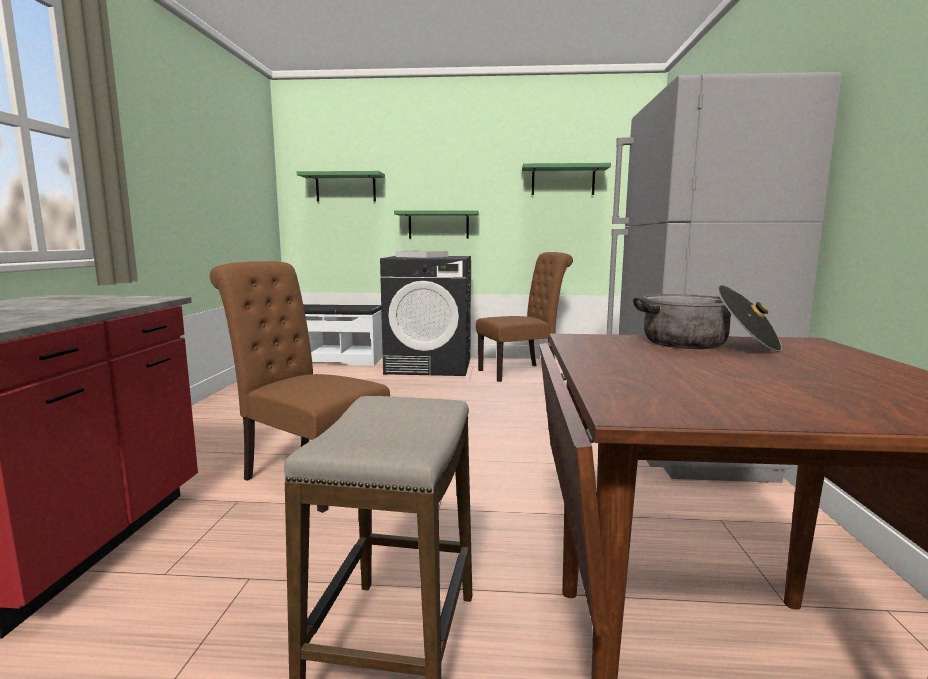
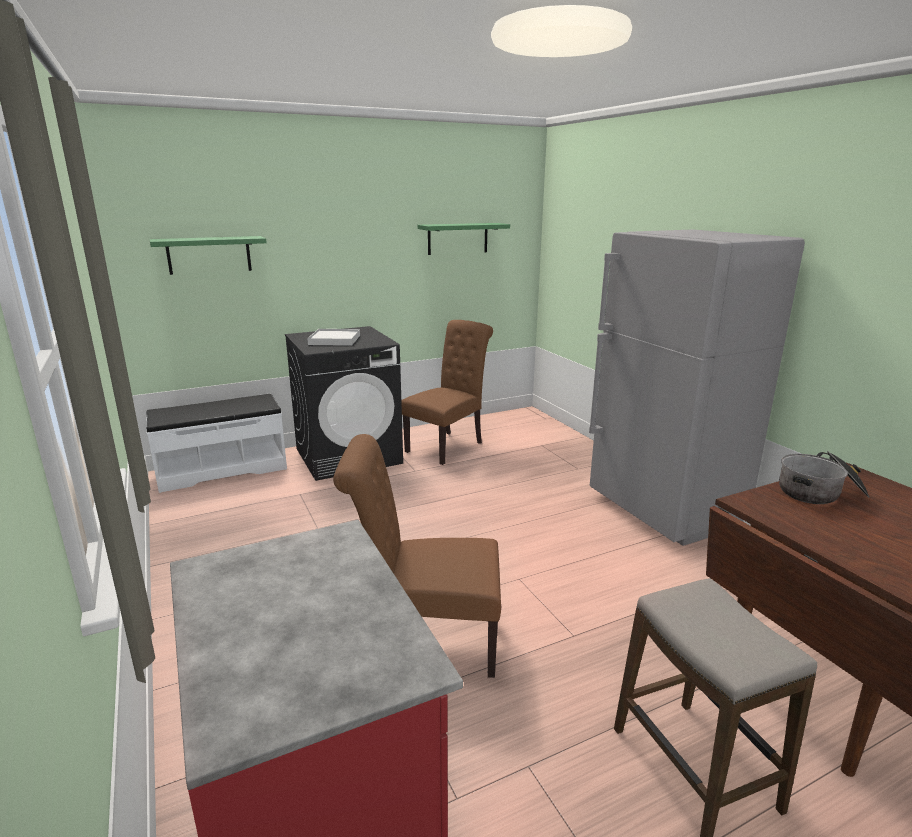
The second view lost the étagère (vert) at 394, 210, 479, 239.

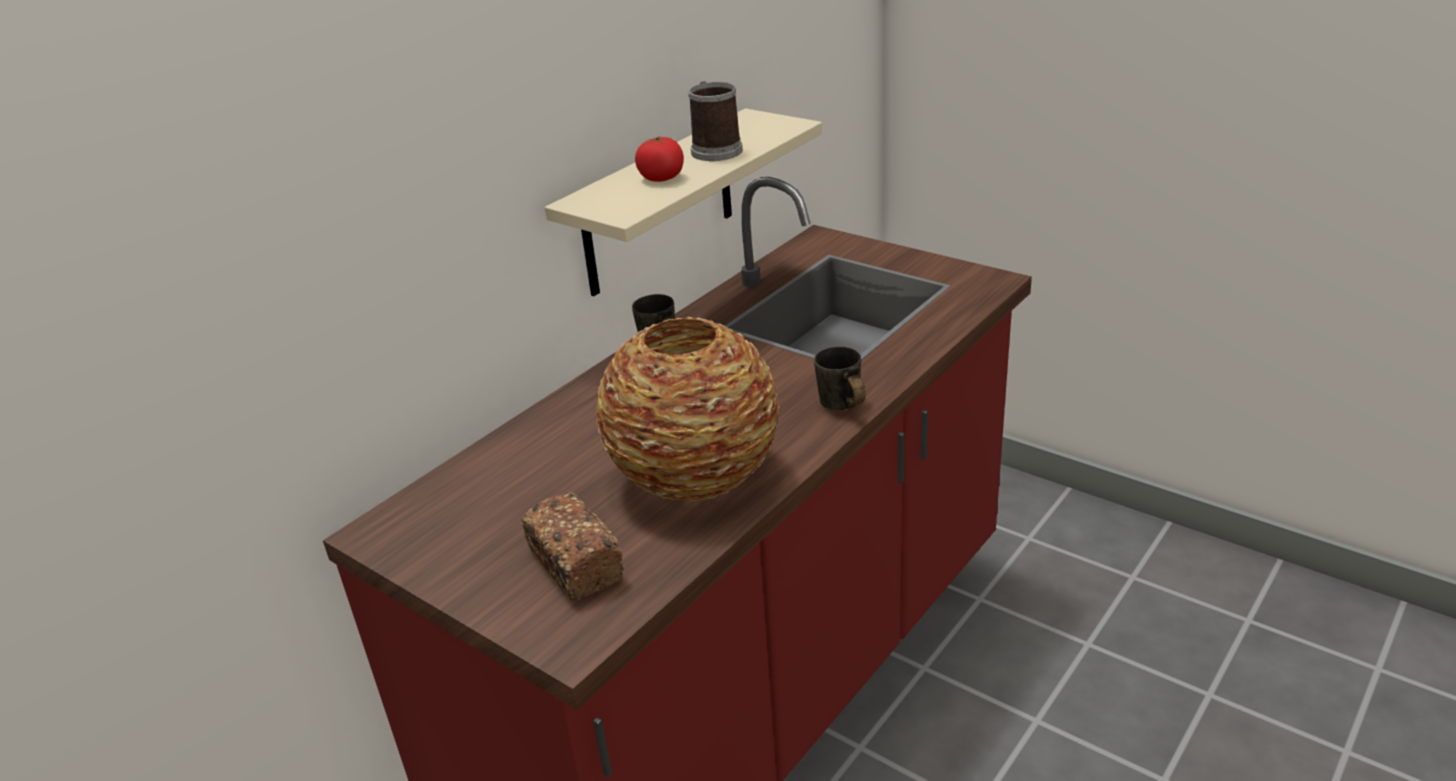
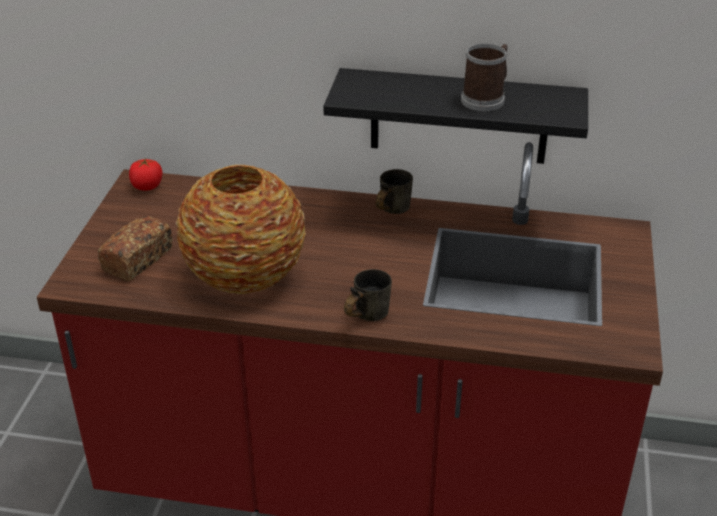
What was the étagère (beige) at 545, 109, 822, 296 turned into the étagère (noir) at 323, 68, 588, 164. The tomate ended up elsewhere, having gone from 635, 136, 684, 182 to 129, 158, 163, 191.

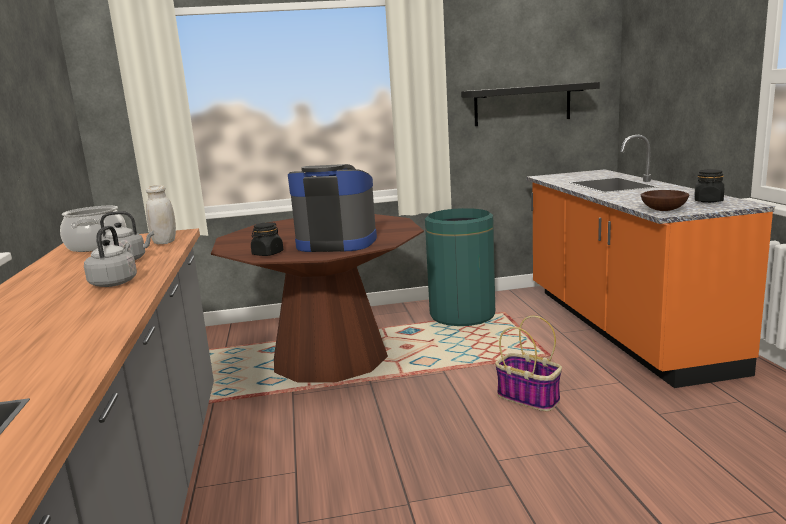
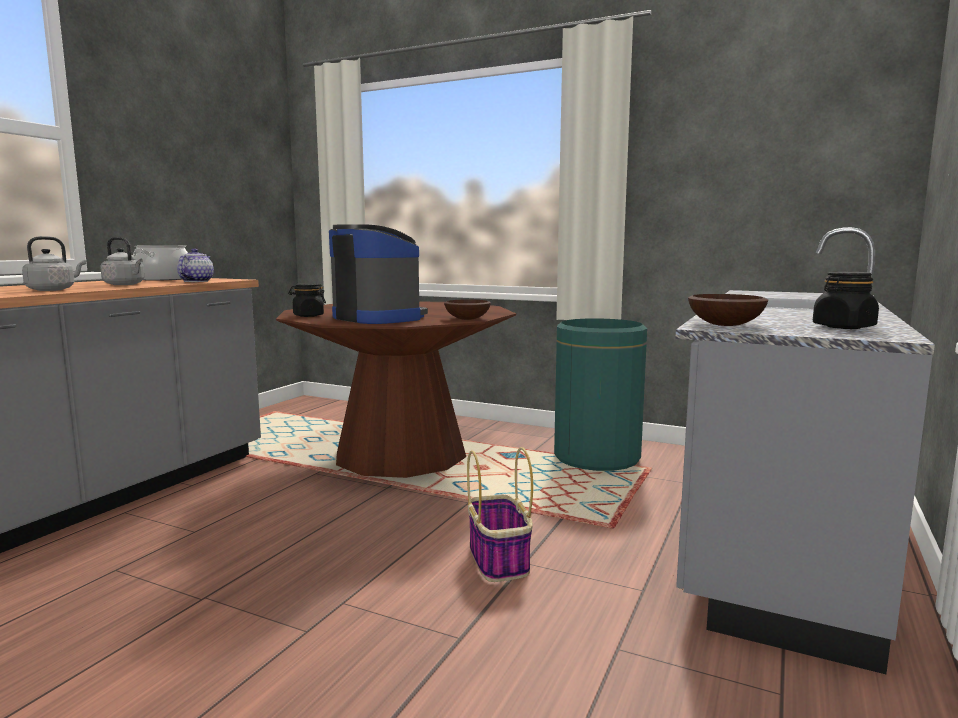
The second view lost the étagère (noir) at 461, 82, 600, 126. What was the comptoir de cuisine (orange) at 526, 135, 775, 388 turned into the comptoir de cuisine (gris) at 675, 227, 935, 674. Where the bocal (blanc) stood at 146, 185, 176, 244, the théière came to stand at 177, 249, 214, 282. The second view gained the bol (marron) at 444, 299, 491, 320.

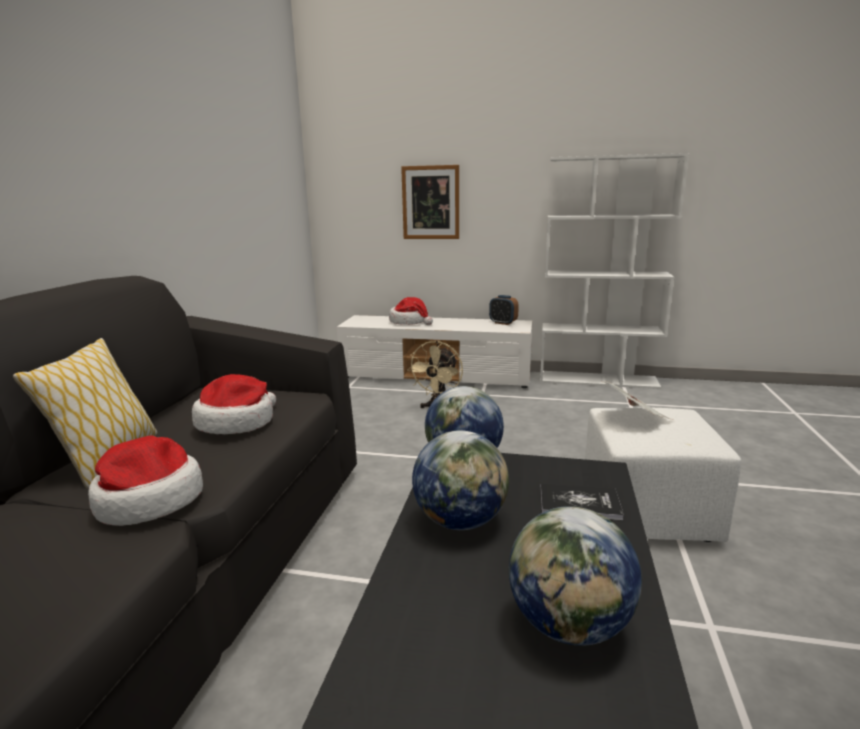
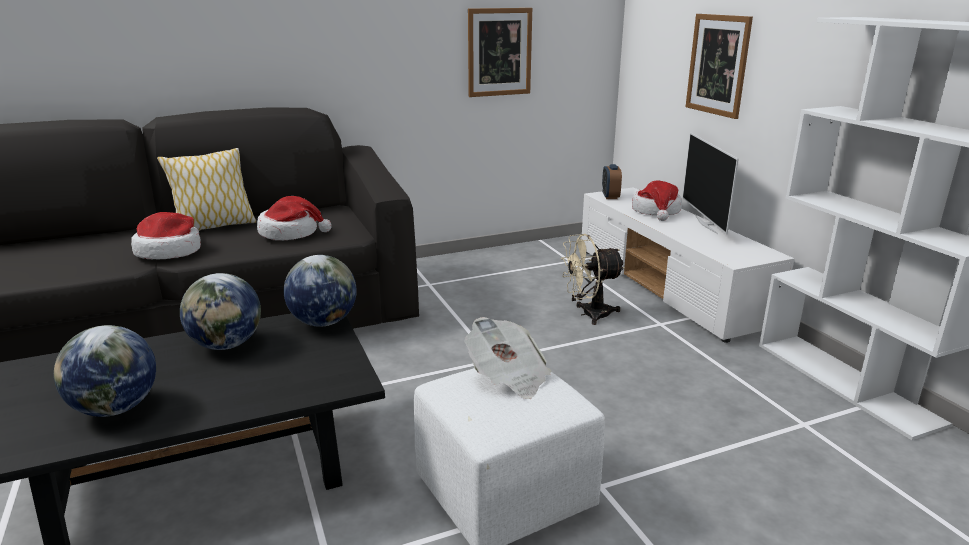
The réveil ended up elsewhere, having gone from 489, 295, 519, 325 to 602, 164, 622, 199. The second view lost the livre at 540, 484, 624, 520. The second view gained the tableau at 468, 8, 532, 97. The second view gained the téléviseur at 682, 133, 739, 234.

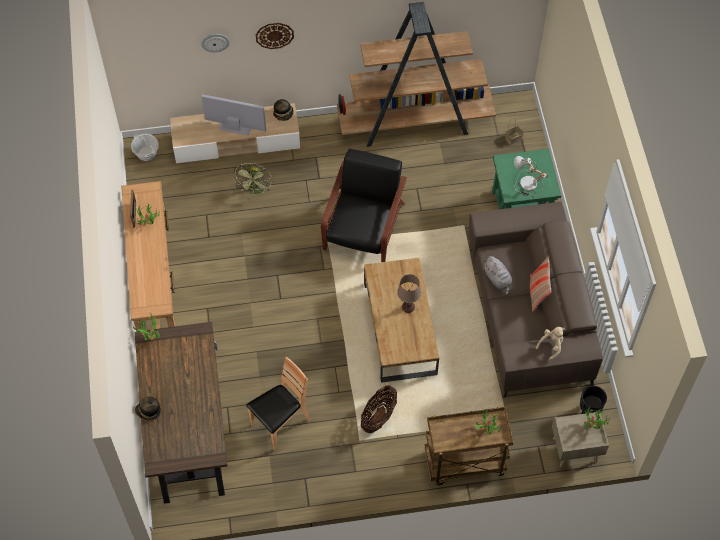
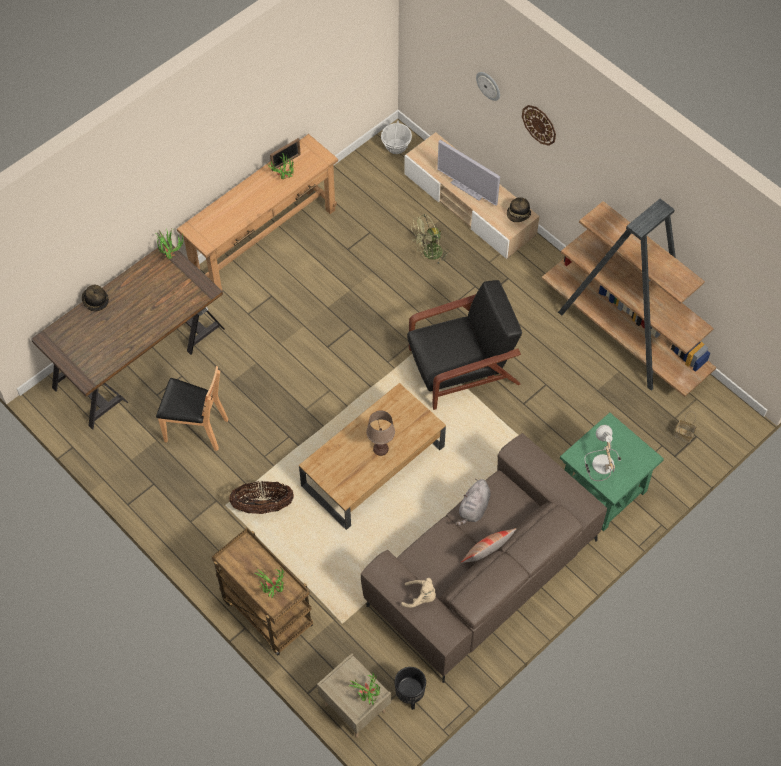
The téléviseur at 201, 94, 266, 136 ended up facing another way, 150 degrees clockwise from before.

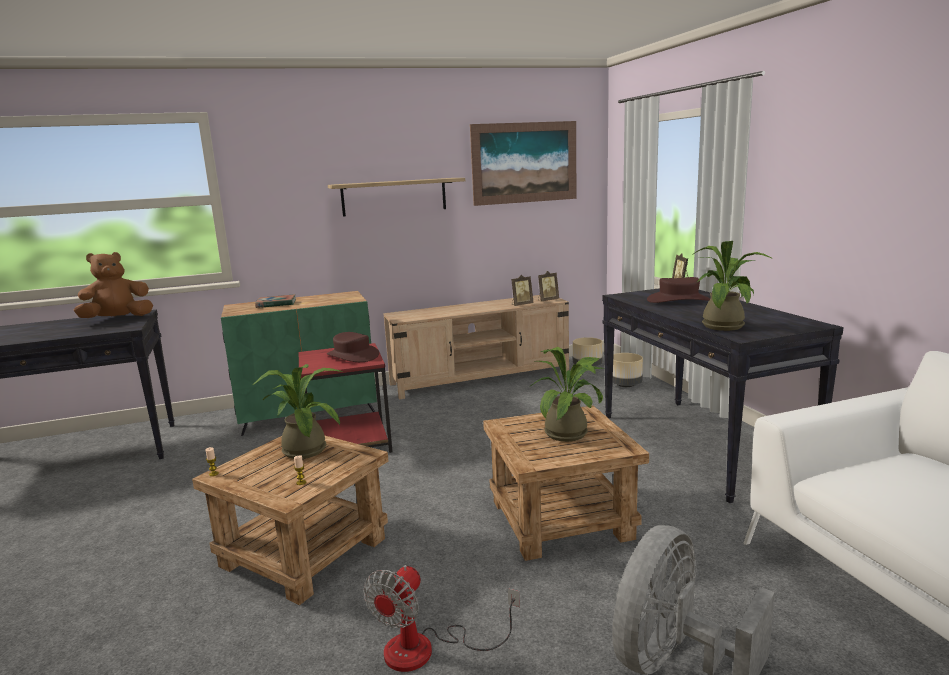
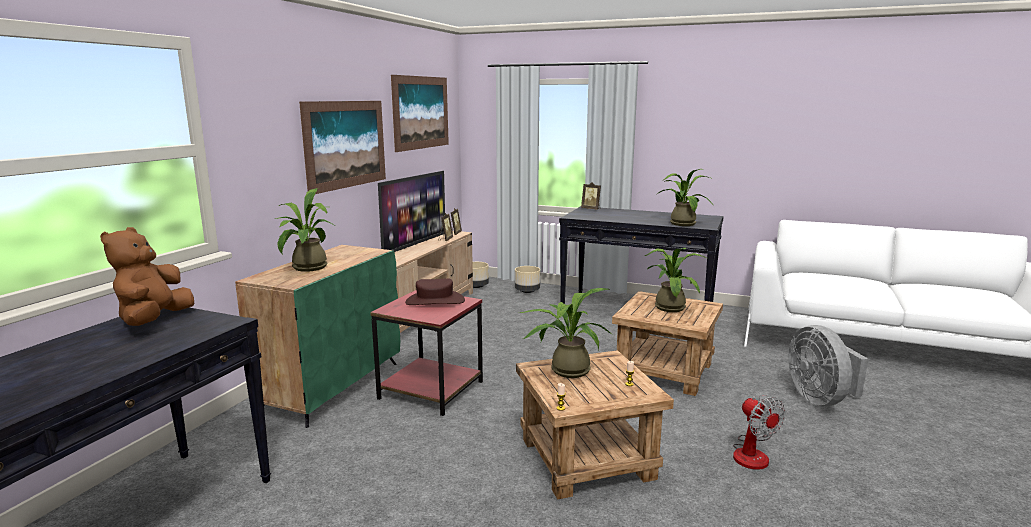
Where the étagère hung at 328, 178, 465, 217, the tableau came to hang at 299, 101, 386, 194. The second view lost the chapeau (marron) at 647, 277, 710, 303. Where the livre stood at 255, 294, 296, 308, the plante en pot came to stand at 275, 188, 334, 272. The second view gained the téléviseur at 378, 171, 445, 252.

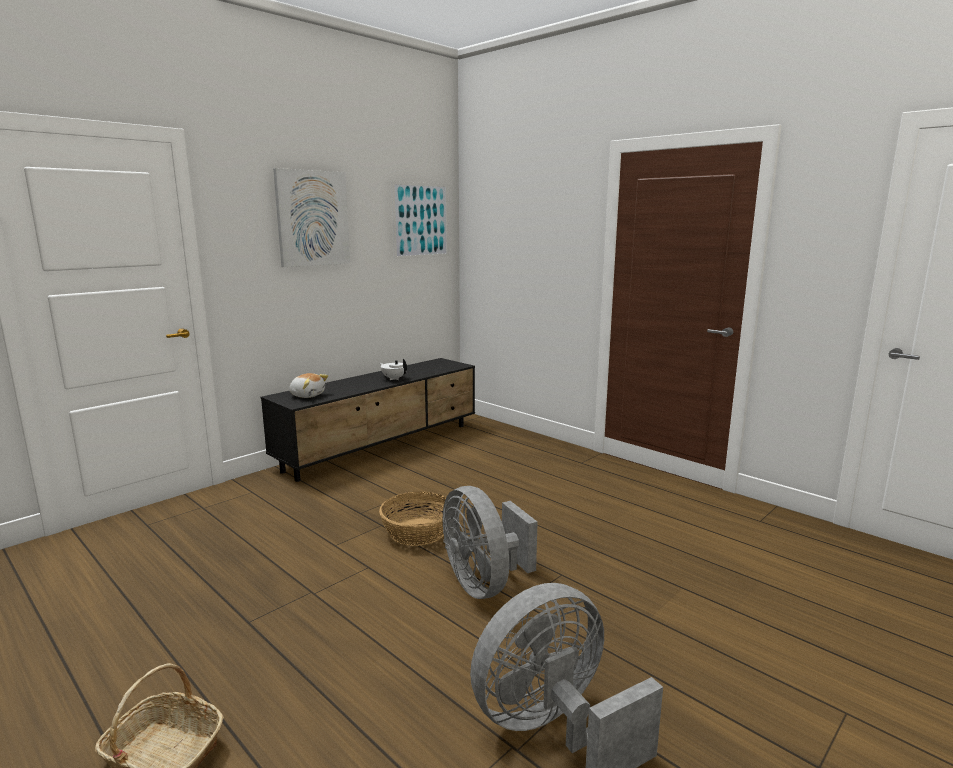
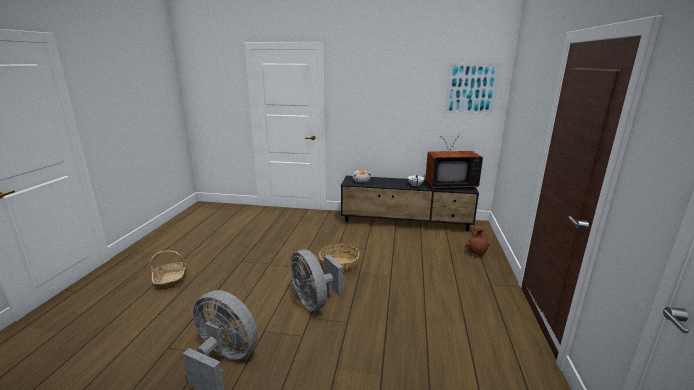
The second view lost the tableau at 273, 168, 350, 267. The ventilateur (gris) at 443, 486, 538, 599 ended up facing another way, 60 degrees counterclockwise from before. The second view gained the téléviseur at 425, 134, 483, 189. The second view gained the vase (marron) at 466, 226, 489, 254.

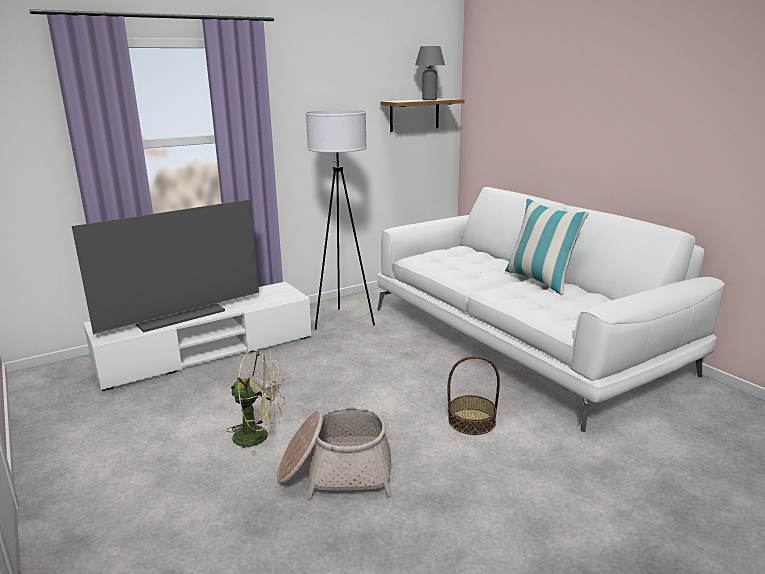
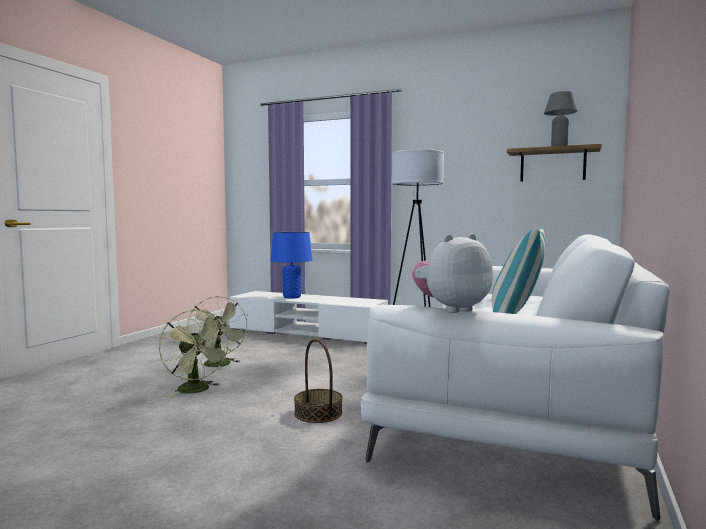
Where the téléviseur stood at 72, 199, 259, 335, the lampe de table (bleu) came to stand at 271, 232, 312, 299. Where the panier stood at 277, 408, 392, 498, the ventilateur (vert) came to stand at 159, 310, 231, 397. The second view gained the peluche at 412, 234, 493, 313.

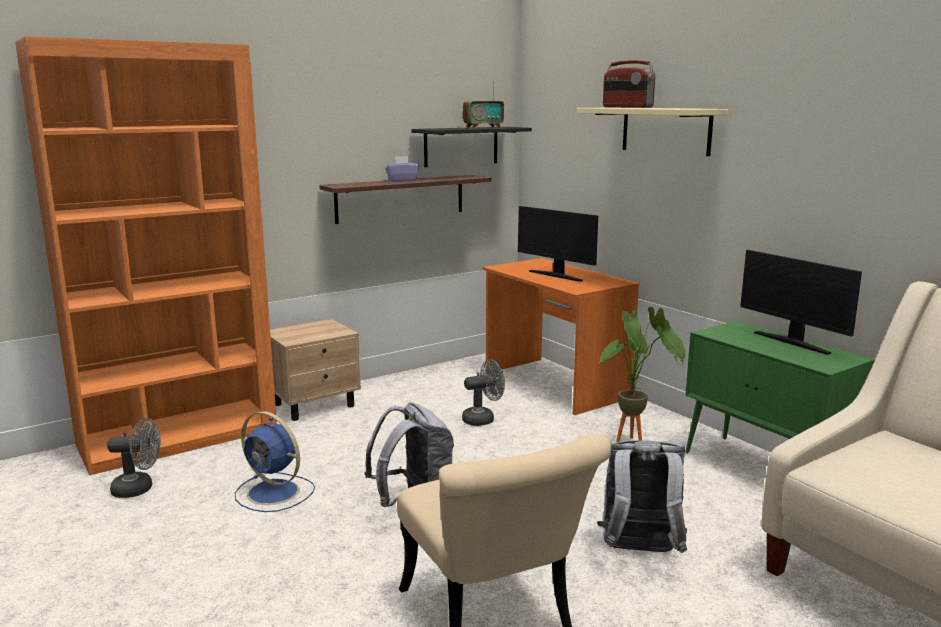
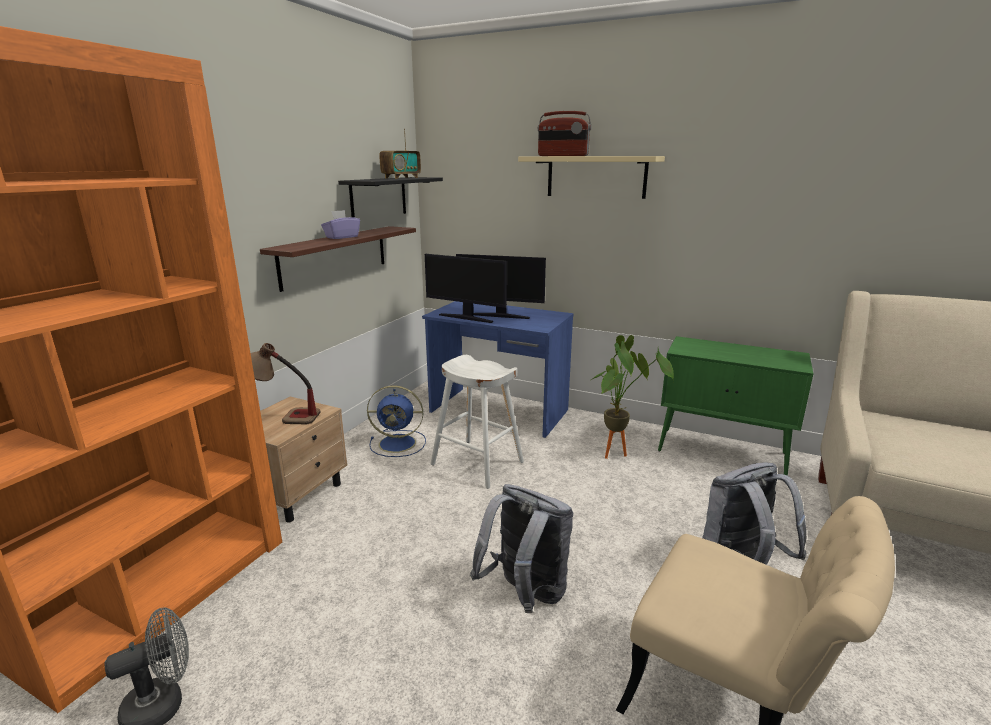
The écran d'ordinateur ended up elsewhere, having gone from 740, 250, 862, 355 to 425, 254, 507, 323. What was the bureau (orange) at 482, 258, 639, 415 turned into the bureau (bleu) at 422, 301, 574, 438. Where the ventilateur (gris) stood at 462, 359, 505, 426, the tabouret (blanc) came to stand at 431, 355, 524, 489. The ventilateur (bleu) ended up elsewhere, having gone from 235, 411, 315, 512 to 367, 386, 426, 457. The second view gained the lampe de table at 250, 343, 321, 424.

